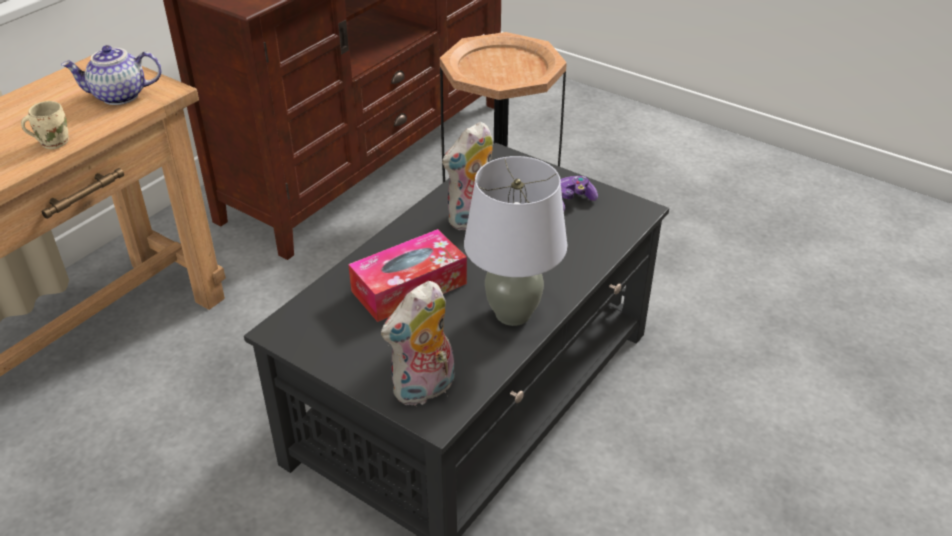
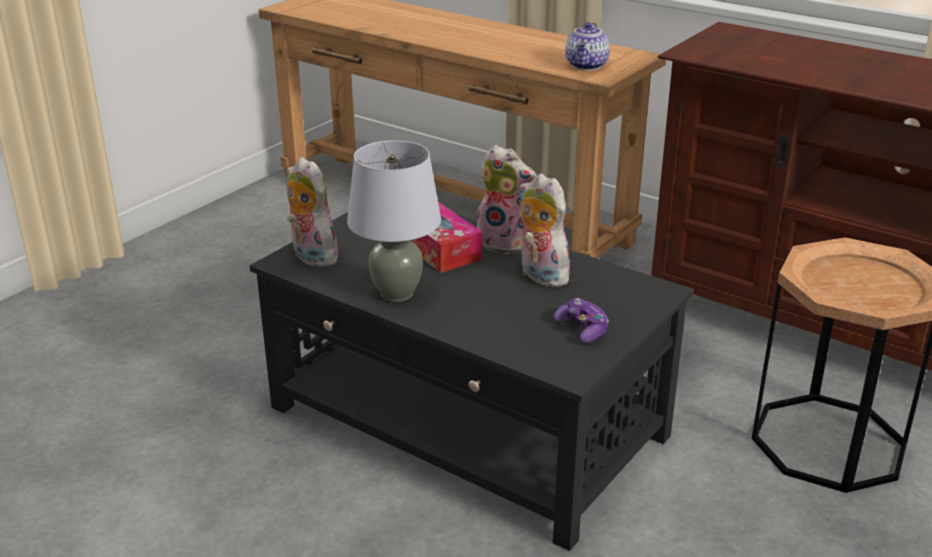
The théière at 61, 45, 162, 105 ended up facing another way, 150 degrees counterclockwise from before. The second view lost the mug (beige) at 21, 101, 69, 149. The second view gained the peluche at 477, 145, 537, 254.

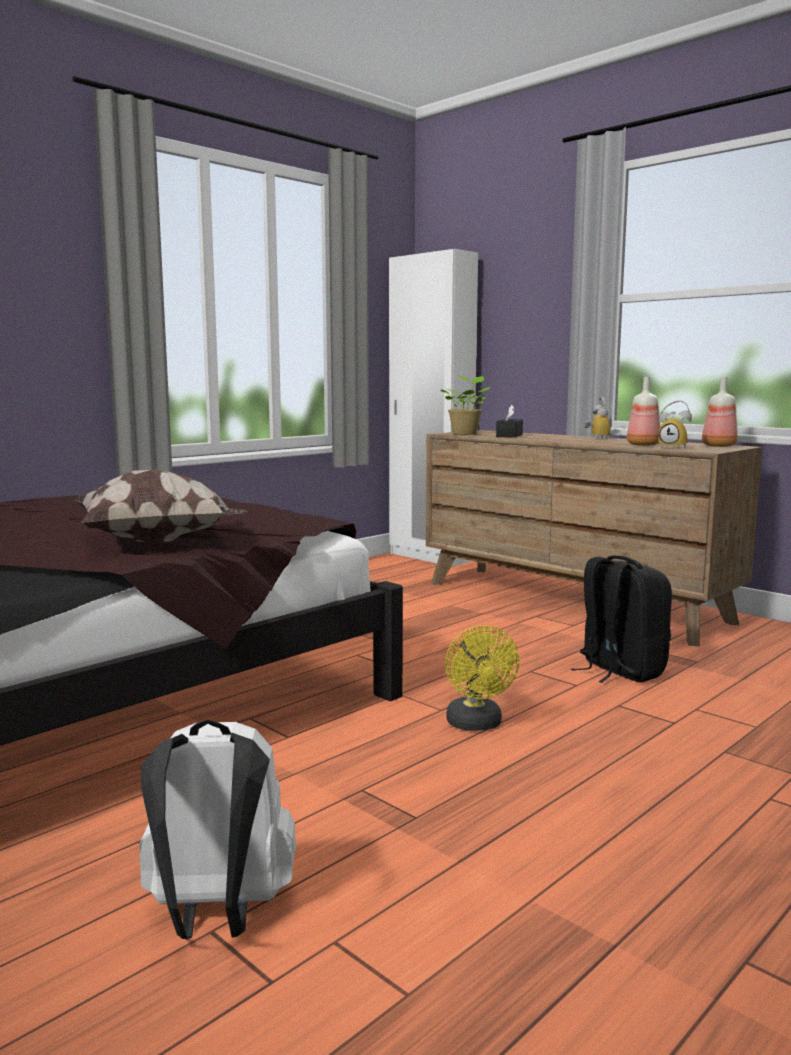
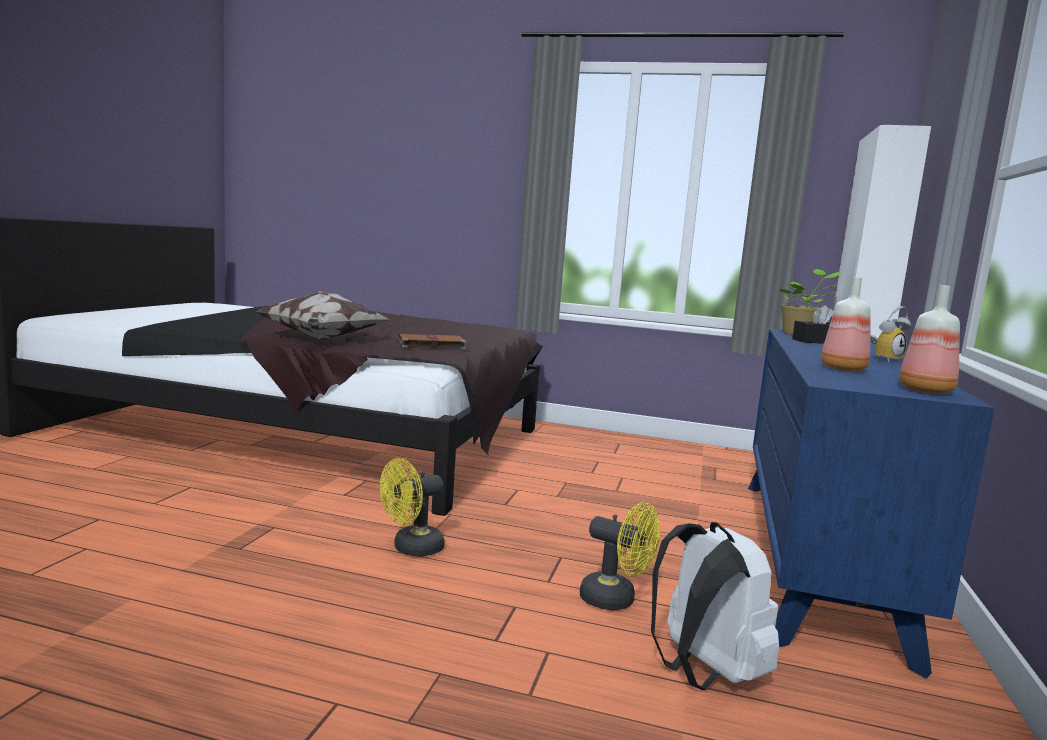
The second view lost the réveil at 658, 401, 692, 449. What was the commode (marron) at 426, 430, 762, 646 turned into the commode (bleu) at 748, 328, 995, 679. Where the sac à dos (noir) stood at 571, 555, 672, 683, the ventilateur (jaune) came to stand at 580, 502, 660, 610. The sac à dos (blanc) ended up elsewhere, having gone from 139, 720, 296, 939 to 651, 522, 779, 690. The second view gained the livre (marron) at 397, 334, 467, 349.

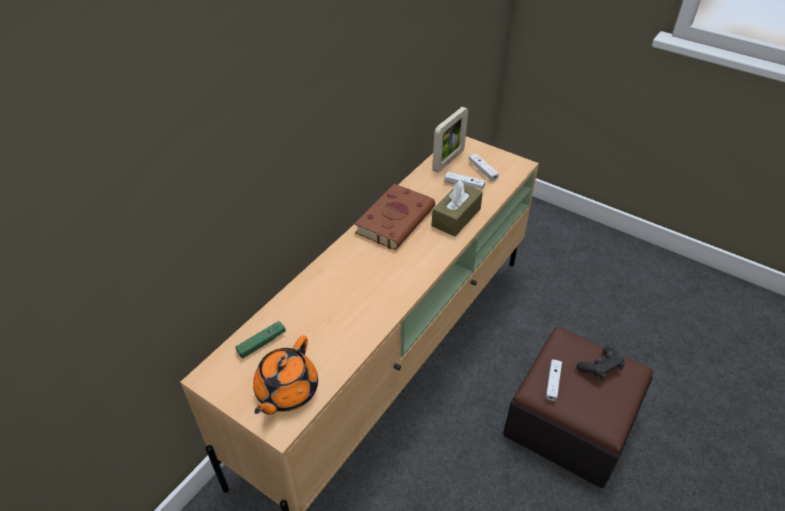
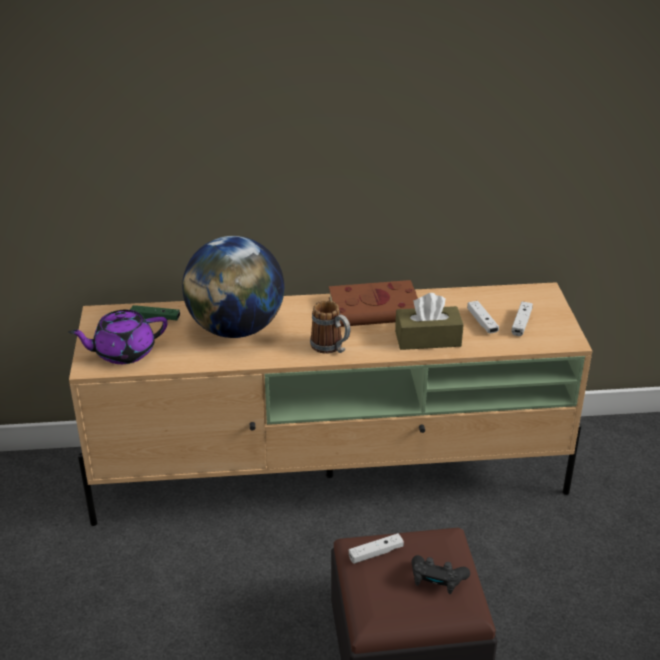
The second view lost the cadre photo at 432, 107, 468, 173. What was the théière (orange) at 253, 335, 318, 415 turned into the théière (violet) at 69, 310, 168, 364. The second view gained the globe at 182, 236, 284, 338. The second view gained the mug at 310, 300, 351, 354.

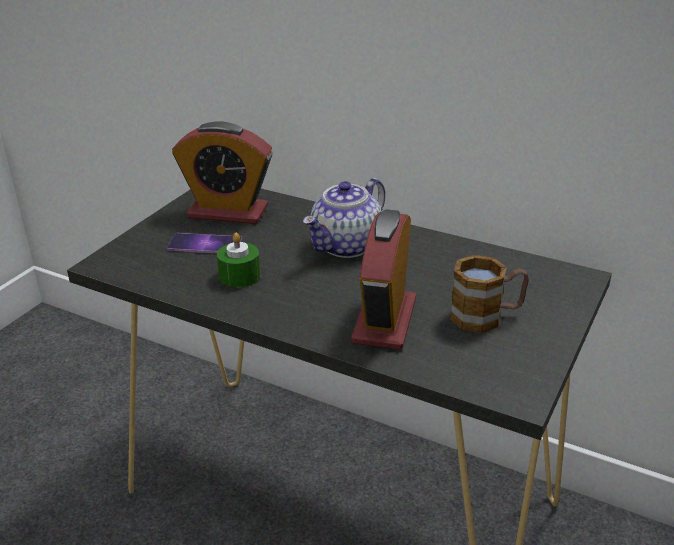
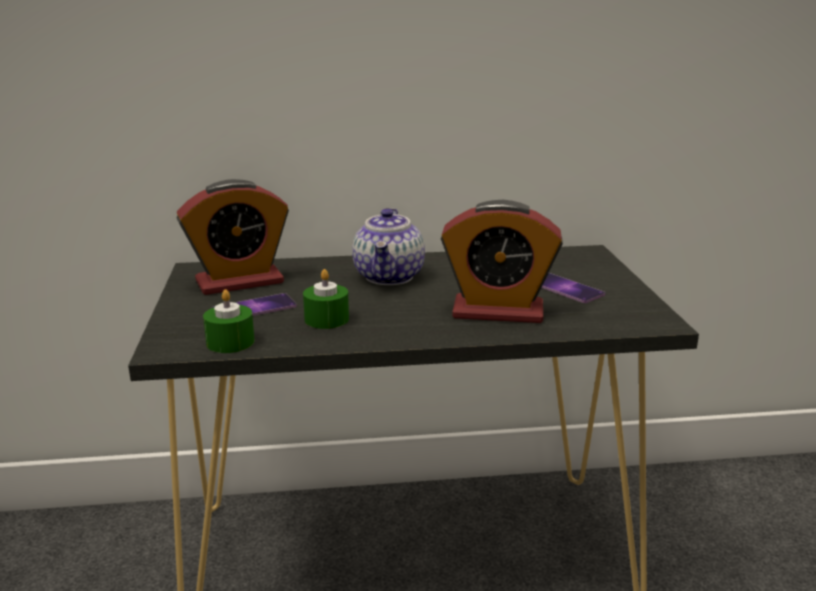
The réveil at 351, 209, 416, 350 ended up facing another way, 60 degrees counterclockwise from before. Where the mug stood at 450, 255, 529, 333, the téléphone came to stand at 542, 273, 605, 303. The second view gained the bougie (vert) at 203, 289, 255, 353.

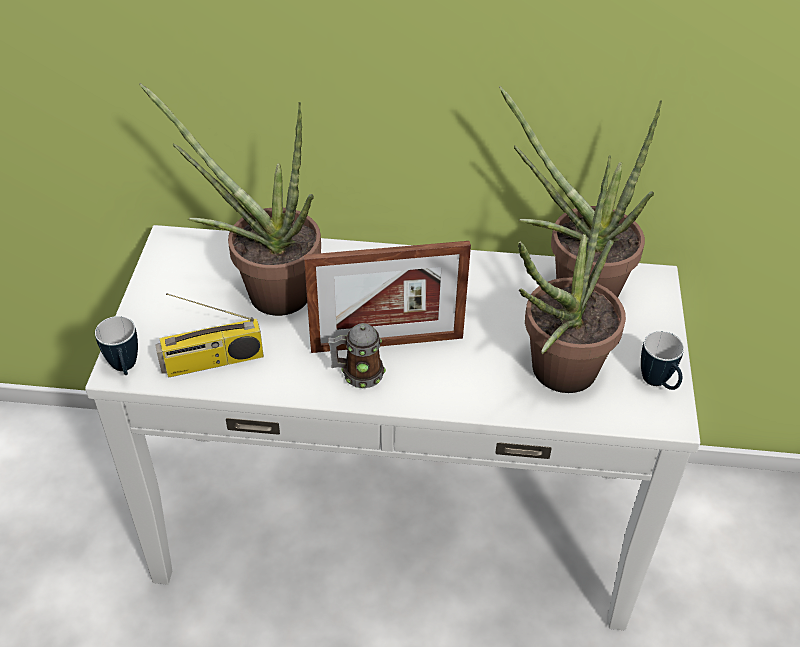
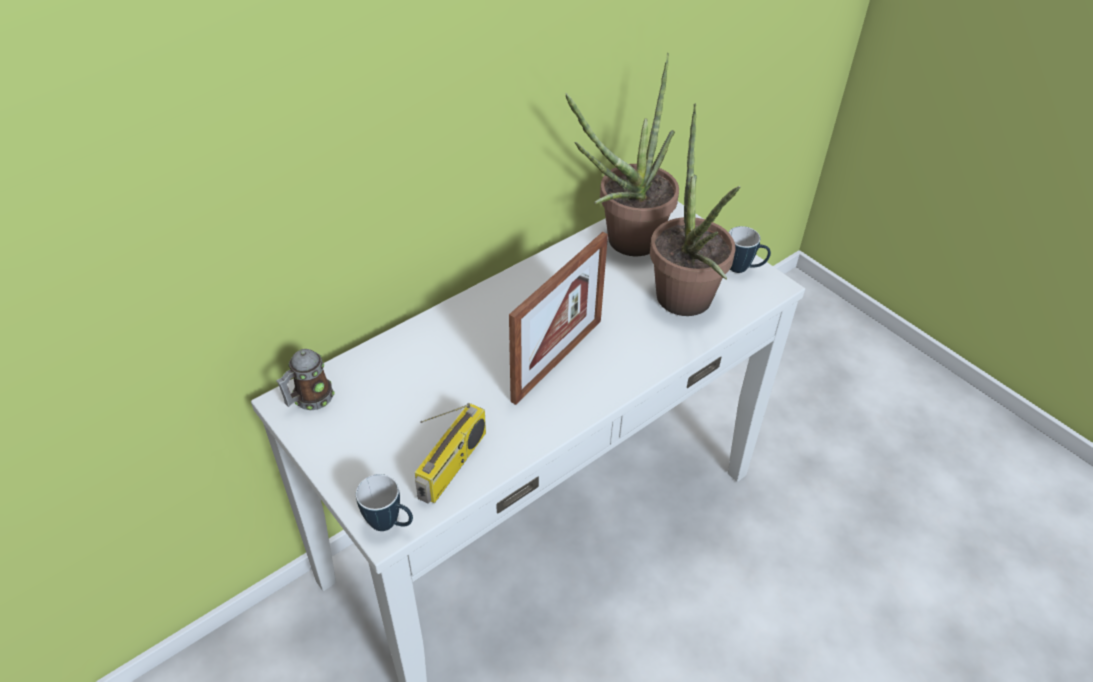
The second view lost the plante en pot at 139, 83, 321, 316. The mug ended up elsewhere, having gone from 328, 323, 386, 388 to 276, 349, 335, 410.

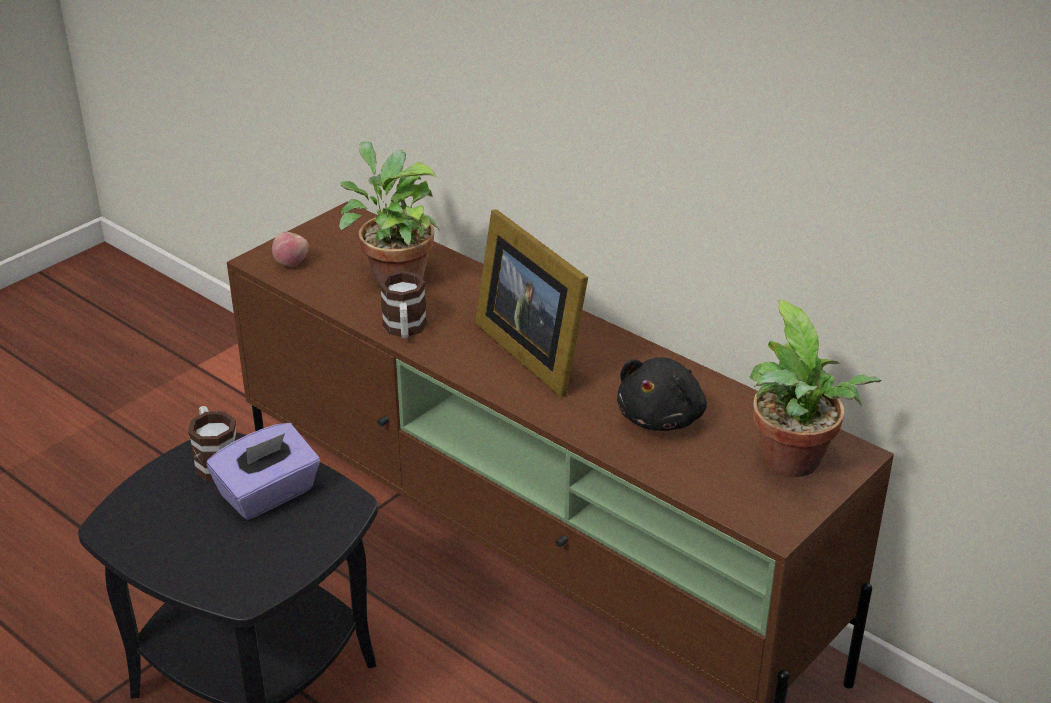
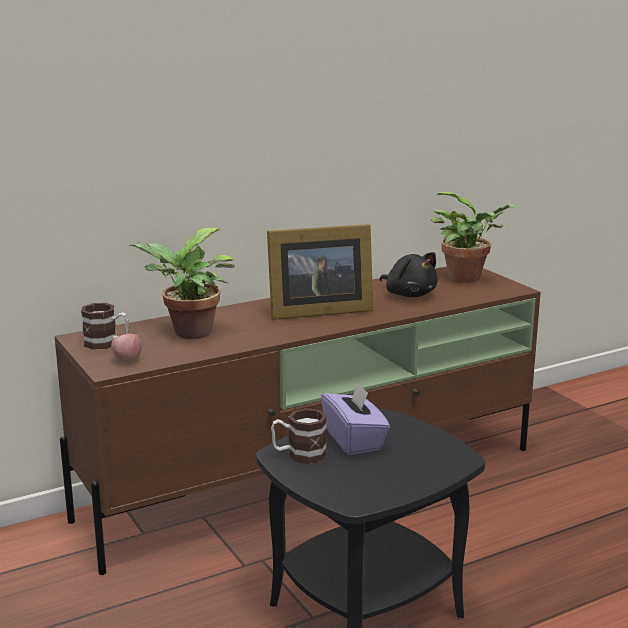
The mug ended up elsewhere, having gone from 380, 271, 427, 338 to 81, 303, 129, 350.

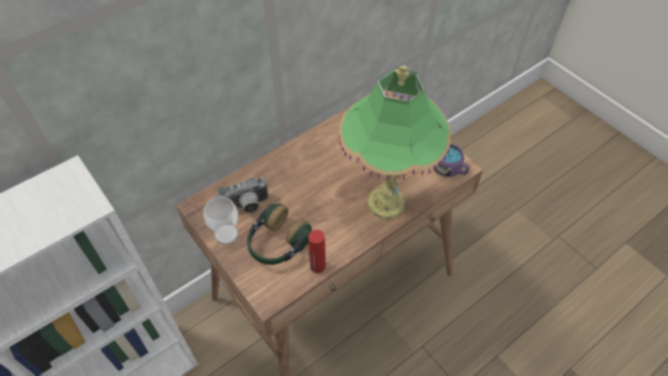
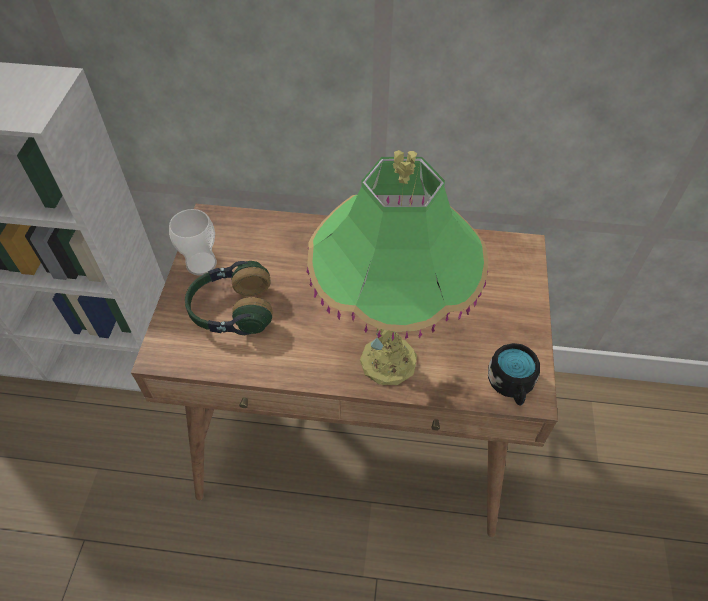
What was the mug (violet) at 433, 144, 469, 177 turned into the mug (noir) at 488, 343, 540, 405. The second view lost the appareil photo at 216, 178, 268, 213. The second view lost the bouteille (rouge) at 308, 230, 326, 273.

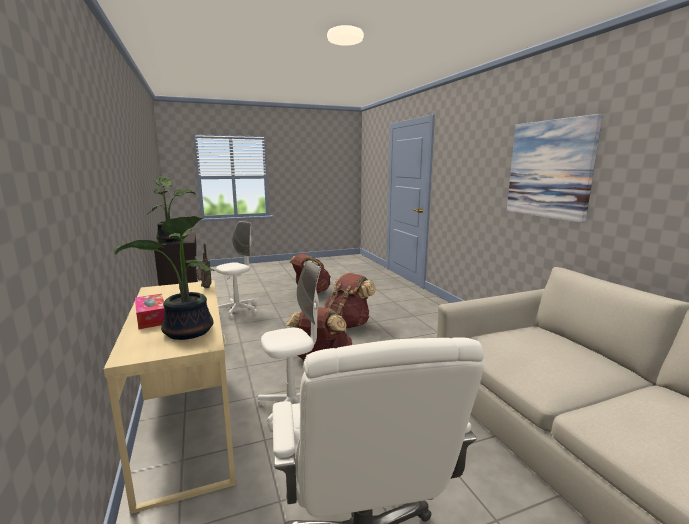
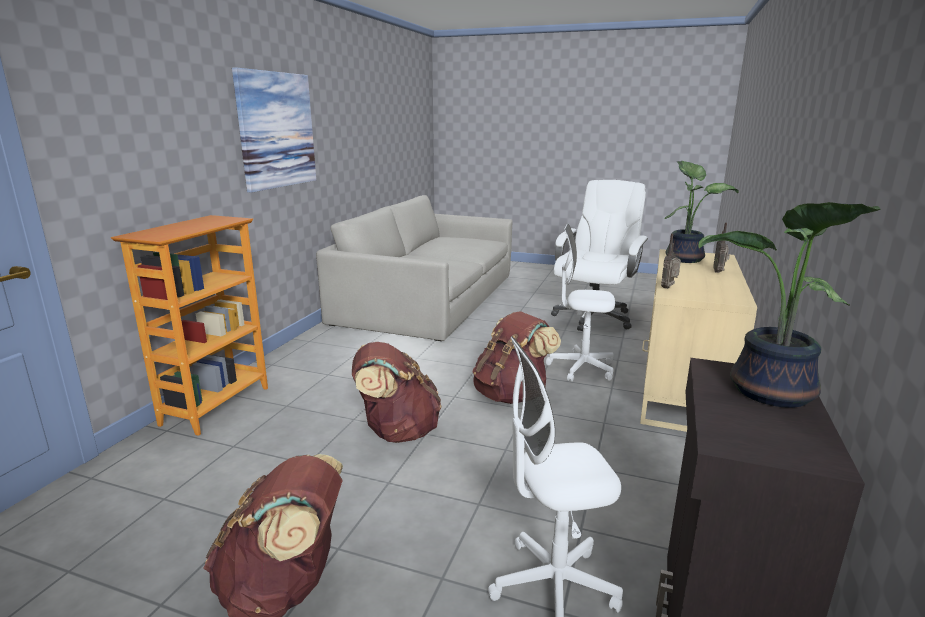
Where the boîte à mouchoirs stood at 135, 294, 165, 329, the radio came to stand at 713, 222, 730, 273. The second view gained the bibliothèque at 110, 215, 268, 436.

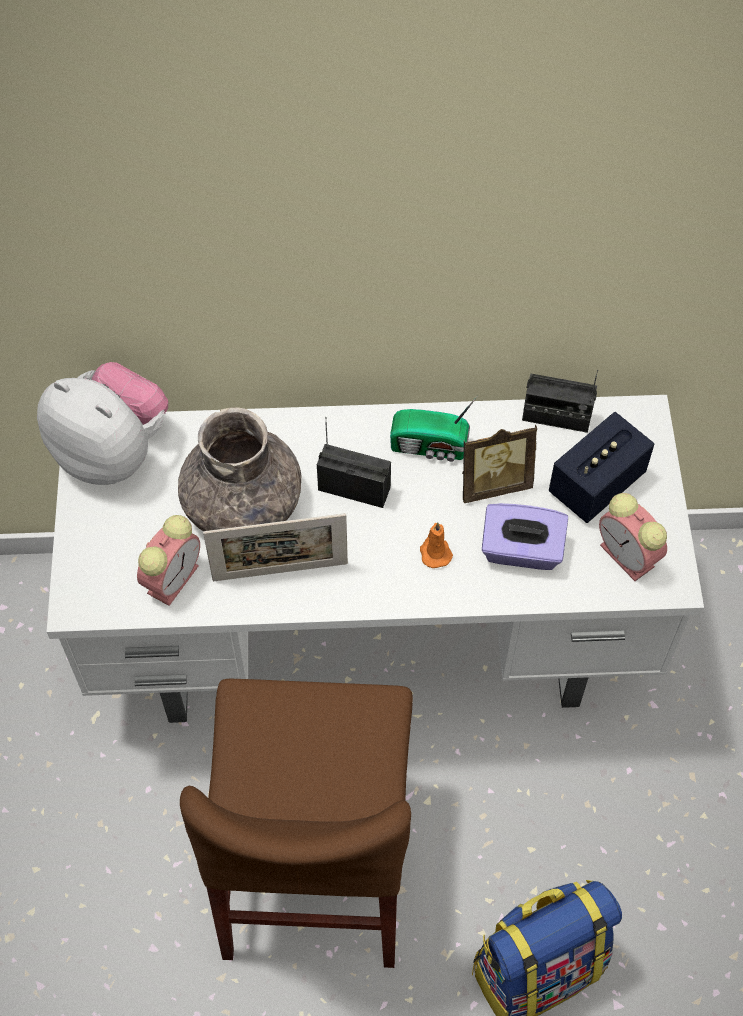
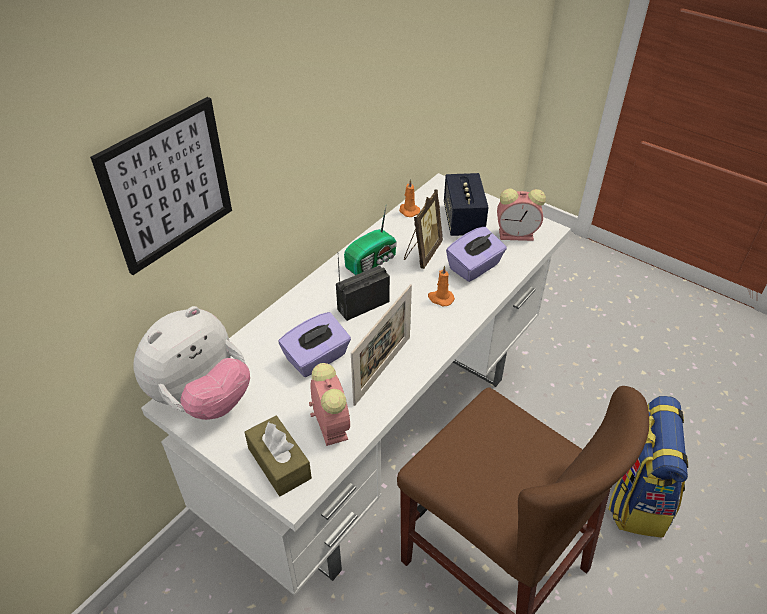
The peluche at 37, 362, 168, 485 ended up facing another way, 150 degrees clockwise from before. Where the radio stood at 522, 370, 598, 433, the bougie (orange) came to stand at 399, 179, 420, 217. Where the vase (gris) stood at 178, 407, 301, 531, the boîte à mouchoirs (violet) came to stand at 278, 312, 351, 377. The second view gained the tableau at 90, 97, 232, 275. The second view gained the boîte à mouchoirs (marron) at 245, 416, 312, 496.

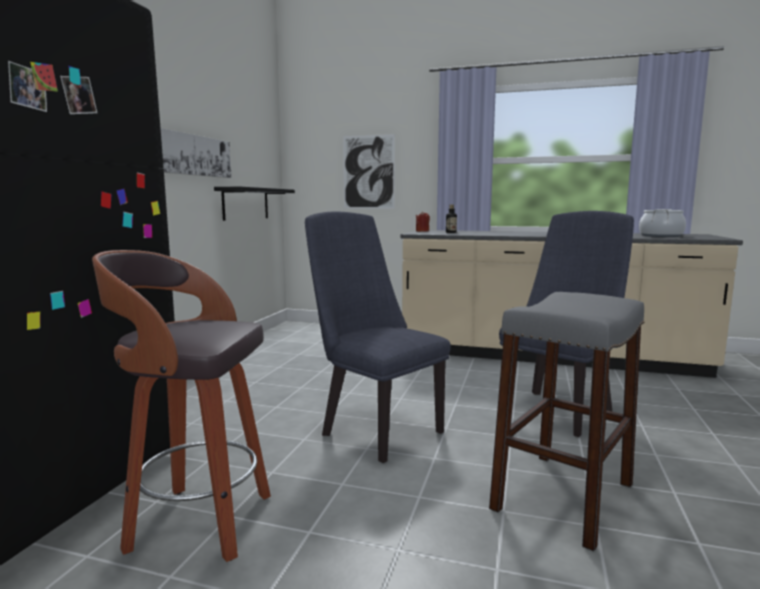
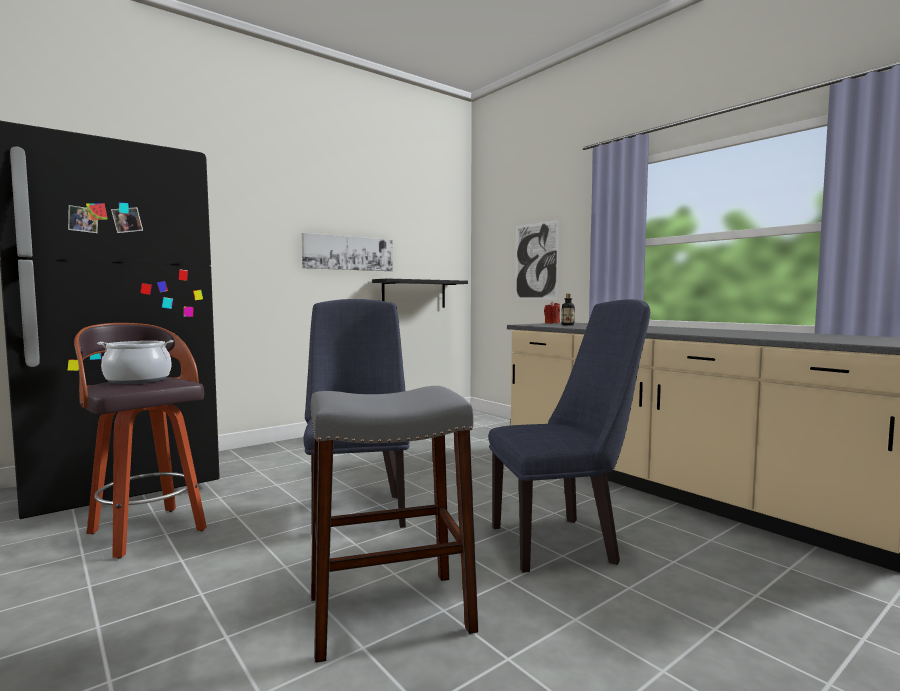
The marmite ended up elsewhere, having gone from 639, 209, 686, 237 to 97, 340, 173, 384.

